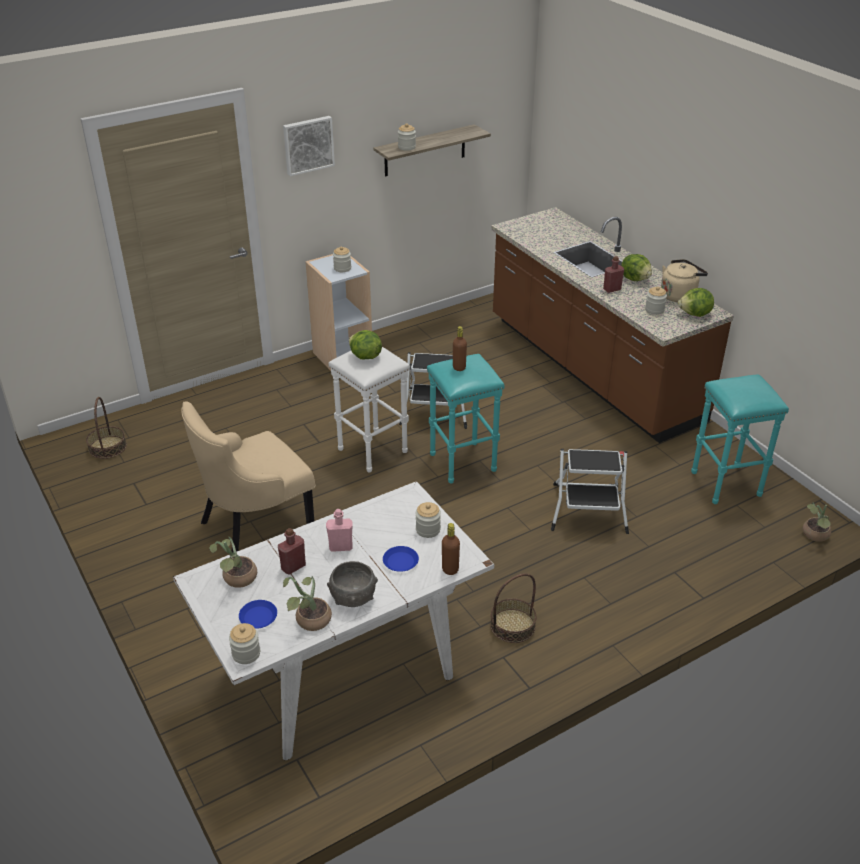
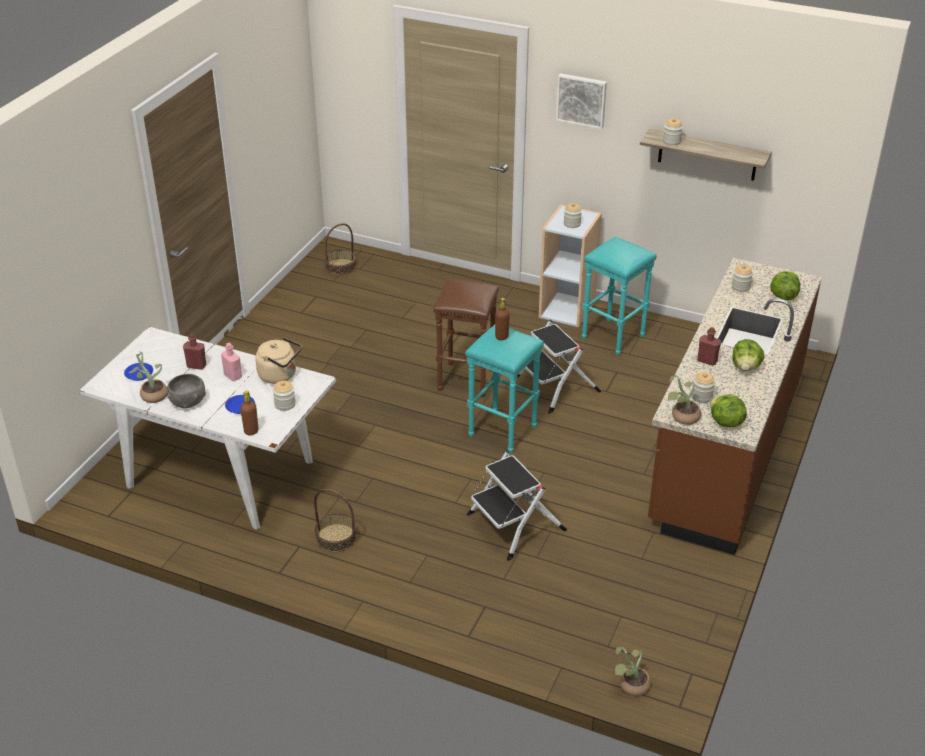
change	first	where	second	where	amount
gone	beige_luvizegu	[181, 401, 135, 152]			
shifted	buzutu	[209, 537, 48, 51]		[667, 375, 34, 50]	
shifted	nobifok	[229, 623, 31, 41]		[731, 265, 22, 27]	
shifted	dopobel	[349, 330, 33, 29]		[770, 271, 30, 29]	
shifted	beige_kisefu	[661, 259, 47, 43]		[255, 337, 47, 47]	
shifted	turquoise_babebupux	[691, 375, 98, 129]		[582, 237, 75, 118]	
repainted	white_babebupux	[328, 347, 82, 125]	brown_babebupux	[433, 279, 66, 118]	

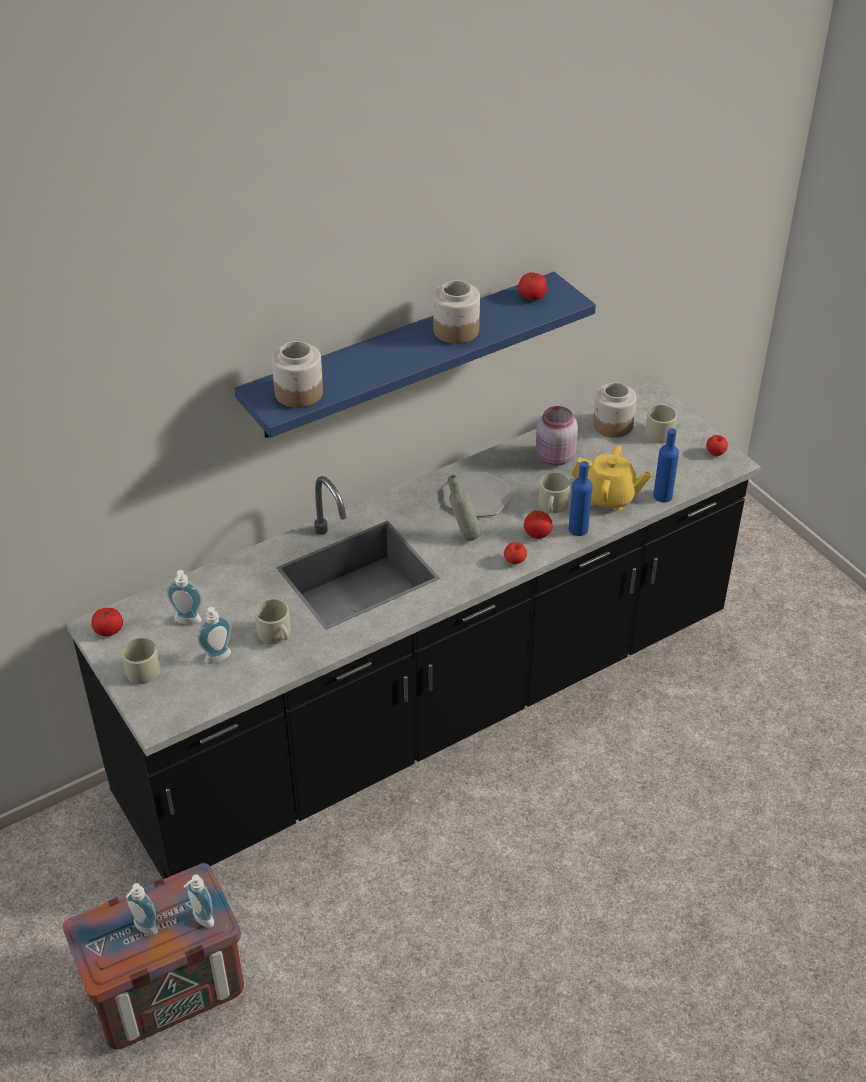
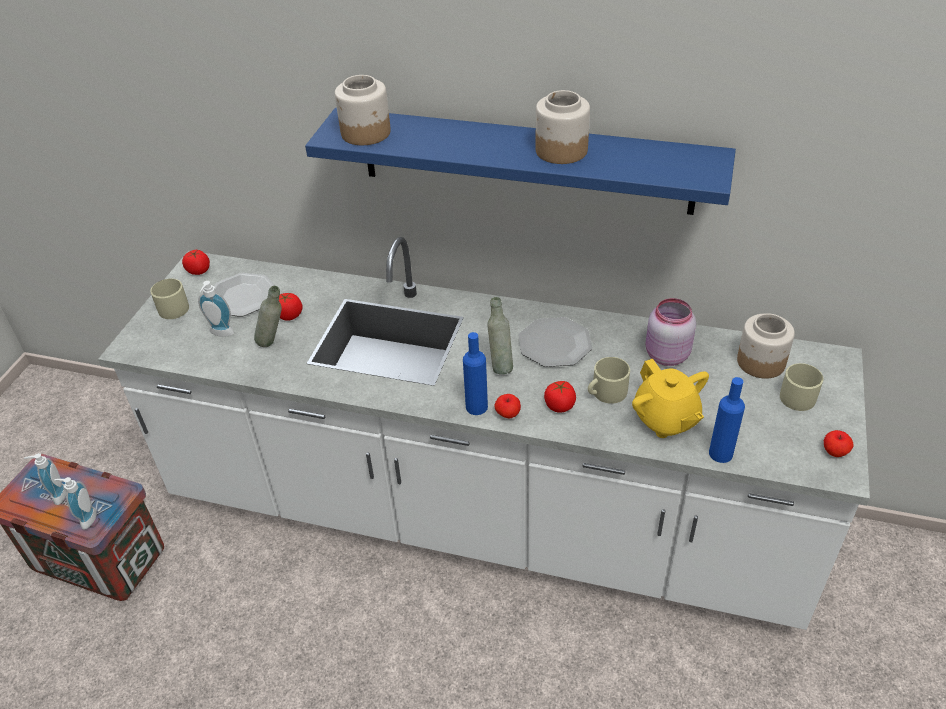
change	first	where	second	where	amount
shifted	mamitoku	[518, 273, 29, 27]		[279, 293, 23, 28]	
shifted	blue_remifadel	[569, 461, 24, 75]		[463, 332, 25, 83]	
swapped	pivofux	[166, 570, 36, 55]	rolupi	[214, 273, 61, 44]	
swapped	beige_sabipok	[255, 599, 36, 45]	grey_remifadel	[254, 286, 28, 61]	
repainted	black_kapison	[66, 380, 695, 499]	white_kapison	[98, 237, 772, 393]	

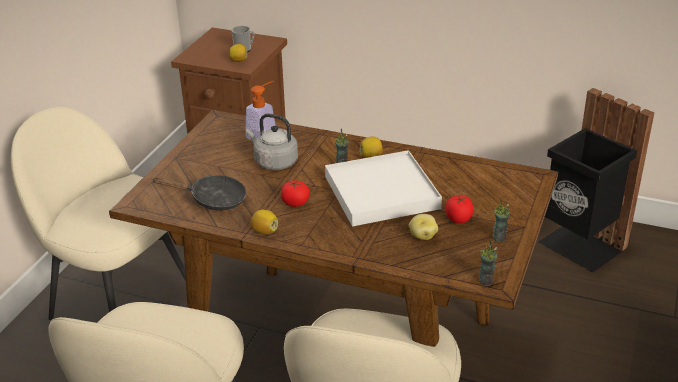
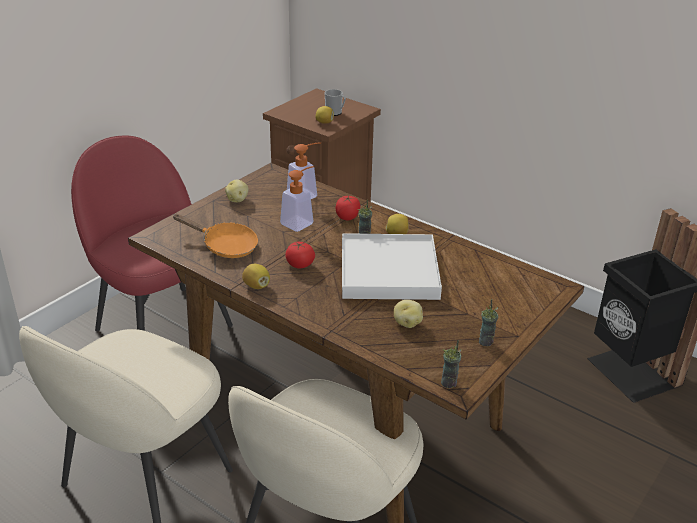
change	first	where	second	where	amount
new			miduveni	[225, 180, 24, 22]	
shifted	mamitoku	[445, 195, 28, 28]		[336, 196, 24, 24]	
swapped	grey_kisefu	[246, 114, 52, 56]	pivofux	[280, 166, 34, 66]	
repainted	beige_luvizegu	[11, 107, 175, 213]	red_luvizegu	[71, 135, 162, 196]	
repainted	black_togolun	[153, 175, 93, 35]	orange_togolun	[172, 214, 86, 44]	

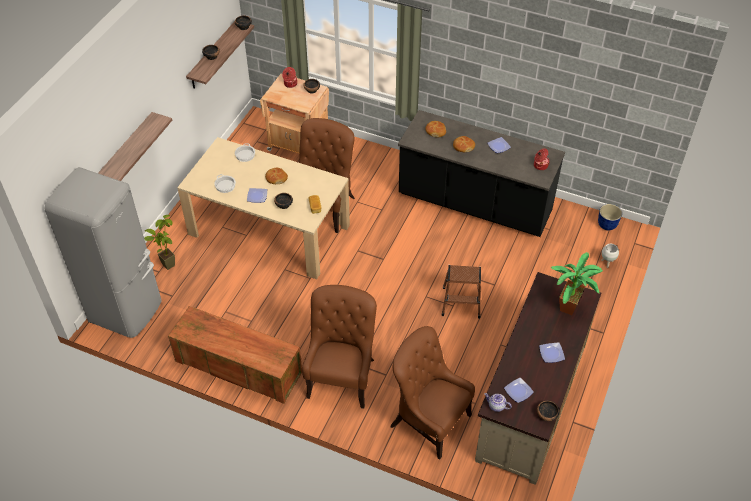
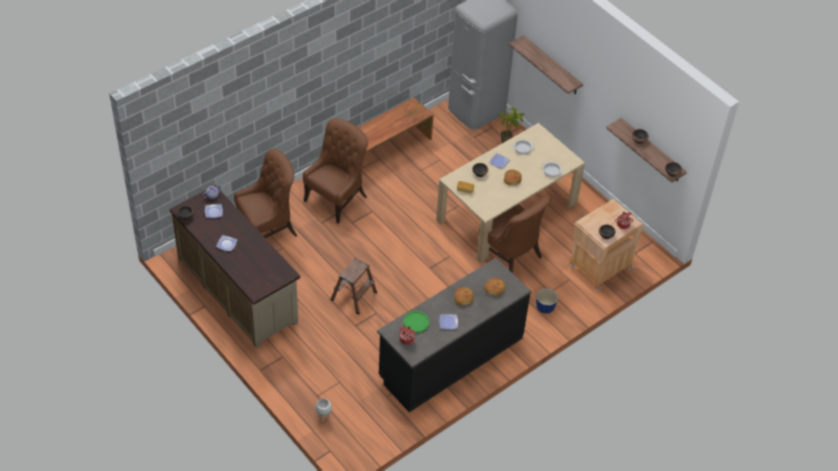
change	first	where	second	where	amount
gone	buzutu	[551, 252, 52, 63]			
new			green_rolupi	[403, 311, 26, 22]	
shifted	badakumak	[598, 204, 24, 26]		[536, 288, 22, 26]	
rotated	brown_luvizegu	[302, 285, 75, 124]		[303, 118, 65, 106]	90 degrees counterclockwise

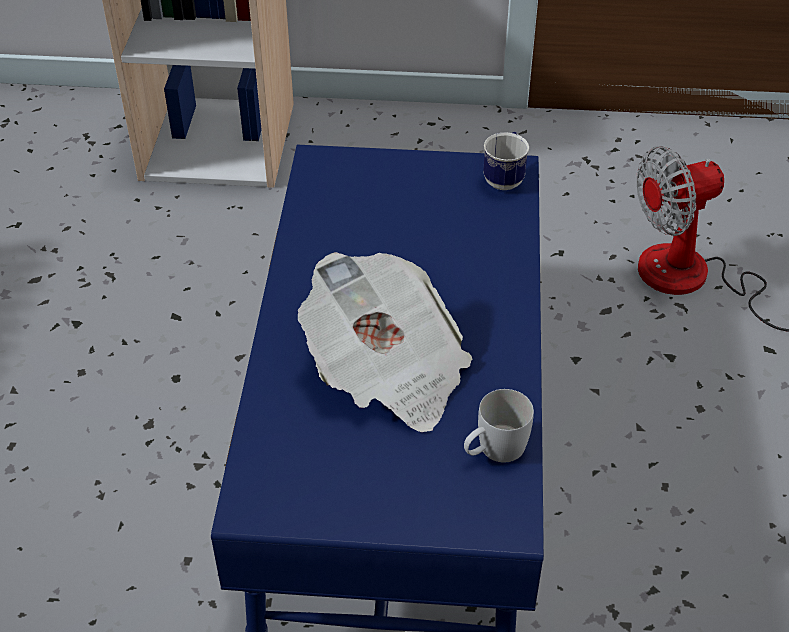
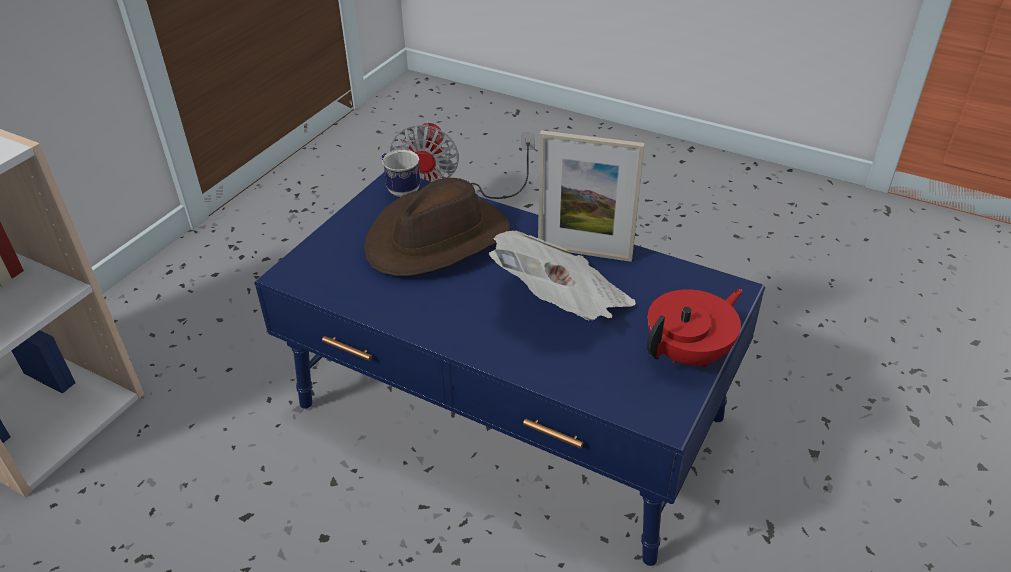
change	first	where	second	where	amount
gone	white_sabipok	[464, 389, 70, 73]			
new			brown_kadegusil	[363, 178, 147, 99]	
new			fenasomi	[538, 130, 107, 132]	
new			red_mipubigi	[647, 289, 95, 79]	

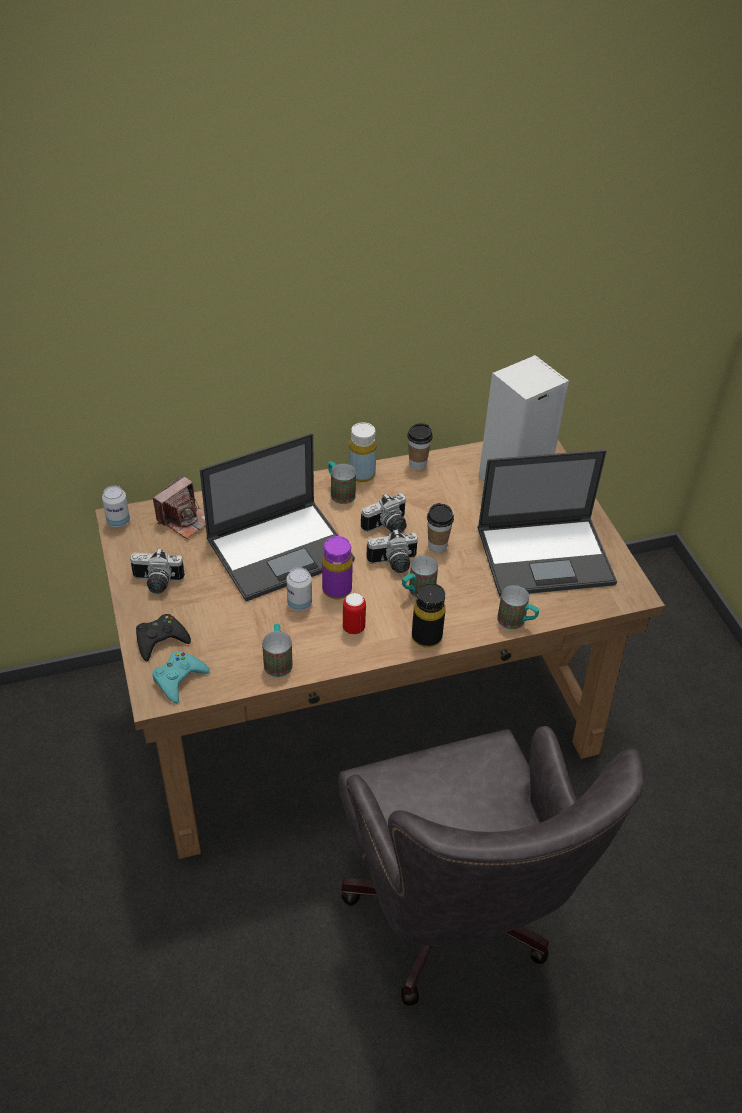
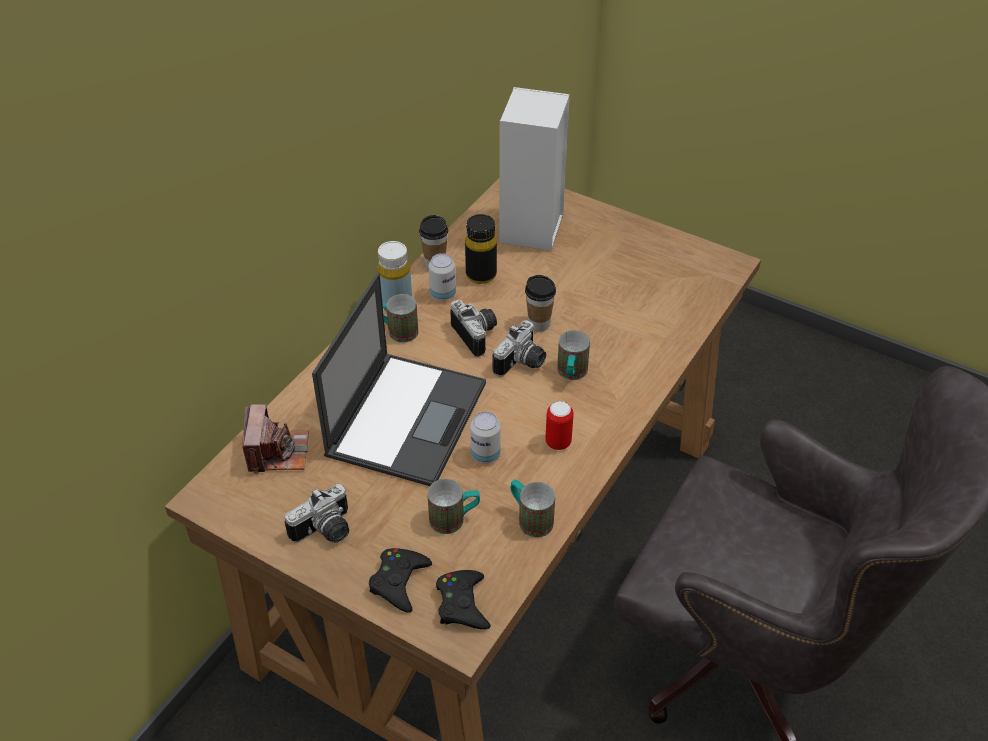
change	first	where	second	where	amount
gone	purple_remifadel	[322, 536, 31, 63]			
gone	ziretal	[477, 450, 140, 147]			
shifted	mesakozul	[102, 486, 28, 41]		[429, 253, 27, 48]	
shifted	black_remifadel	[412, 583, 33, 65]		[465, 214, 32, 70]	
shifted	sabipok	[497, 585, 42, 45]		[427, 479, 53, 55]	
repainted	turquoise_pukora	[152, 651, 58, 52]	black_pukora	[436, 570, 55, 59]	
rotated	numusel	[361, 493, 46, 40]		[450, 300, 47, 57]	45 degrees counterclockwise

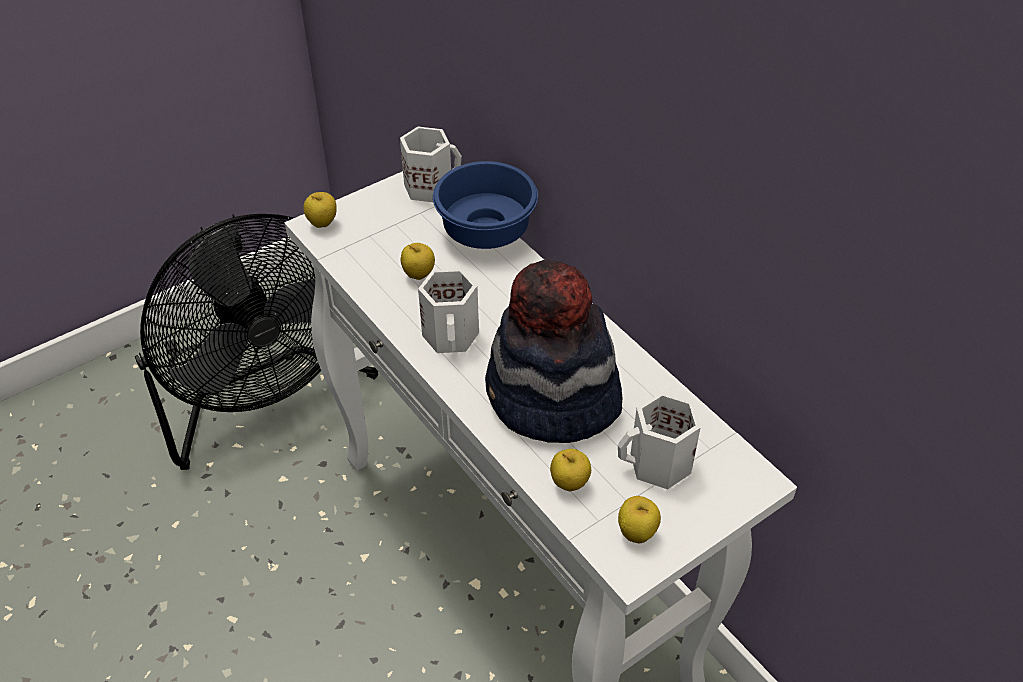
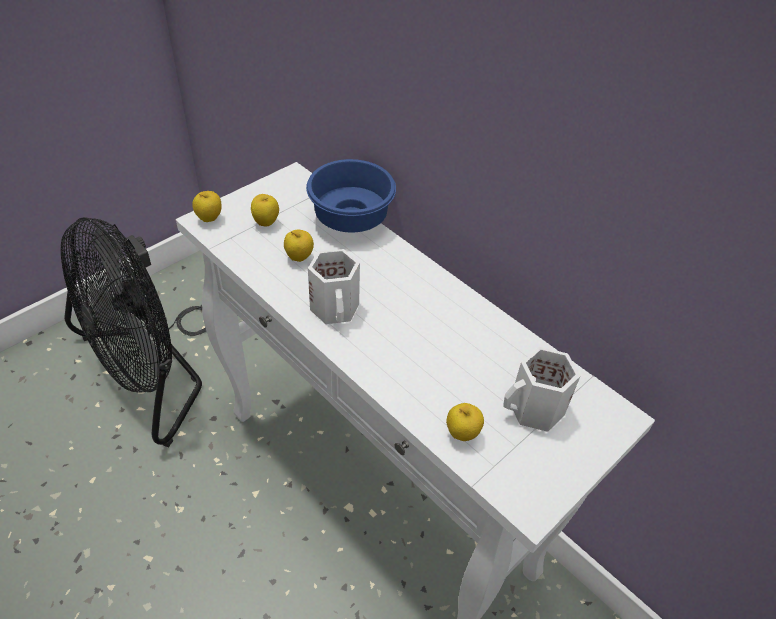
change	first	where	second	where	amount
gone	white_sabipok	[400, 127, 62, 75]			
gone	kadegusil	[485, 259, 137, 184]			
shifted	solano	[618, 496, 43, 48]		[251, 194, 28, 33]	
rotated	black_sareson	[135, 214, 243, 256]		[61, 217, 145, 230]	90 degrees clockwise

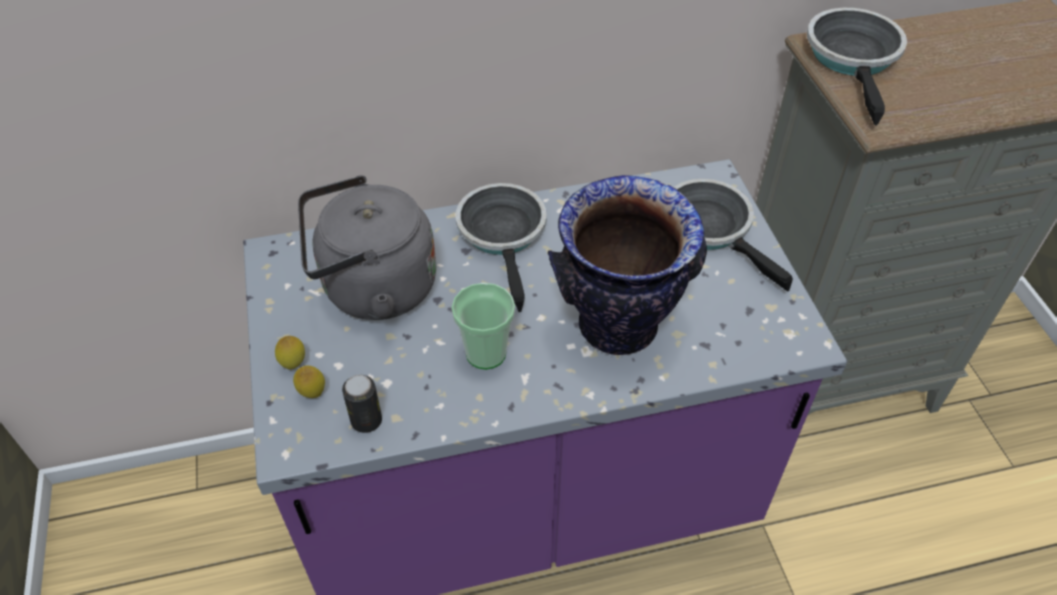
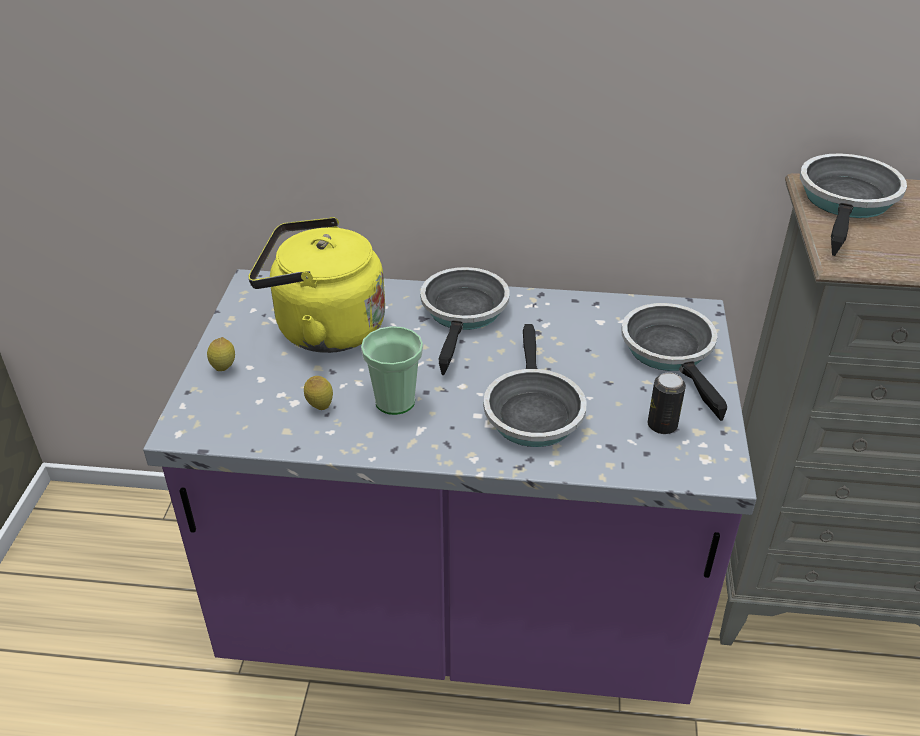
change	first	where	second	where	amount
shifted	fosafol	[293, 366, 32, 32]		[304, 376, 29, 34]	
shifted	mesakozul	[342, 375, 40, 58]		[648, 372, 38, 62]	
swapped	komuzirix	[548, 175, 159, 180]	togolun	[483, 324, 104, 123]	
repainted	grey_kisefu	[298, 175, 138, 145]	yellow_kisefu	[248, 217, 137, 136]	

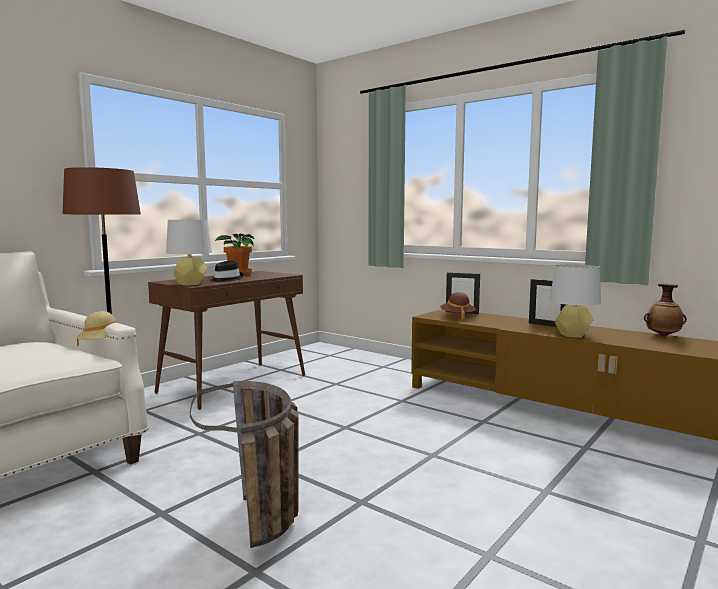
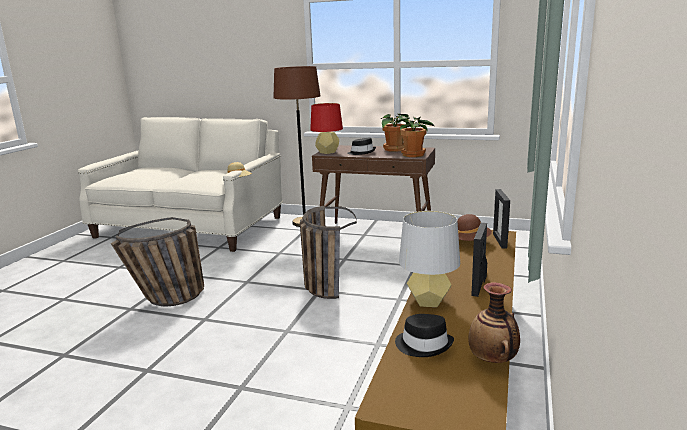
change	first	where	second	where	amount
new			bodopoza	[300, 206, 57, 93]	
new			black_kadegusil	[395, 314, 59, 43]	
new			buzutu	[397, 117, 39, 40]	
repainted	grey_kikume	[166, 220, 46, 66]	red_kikume	[310, 103, 33, 51]	

